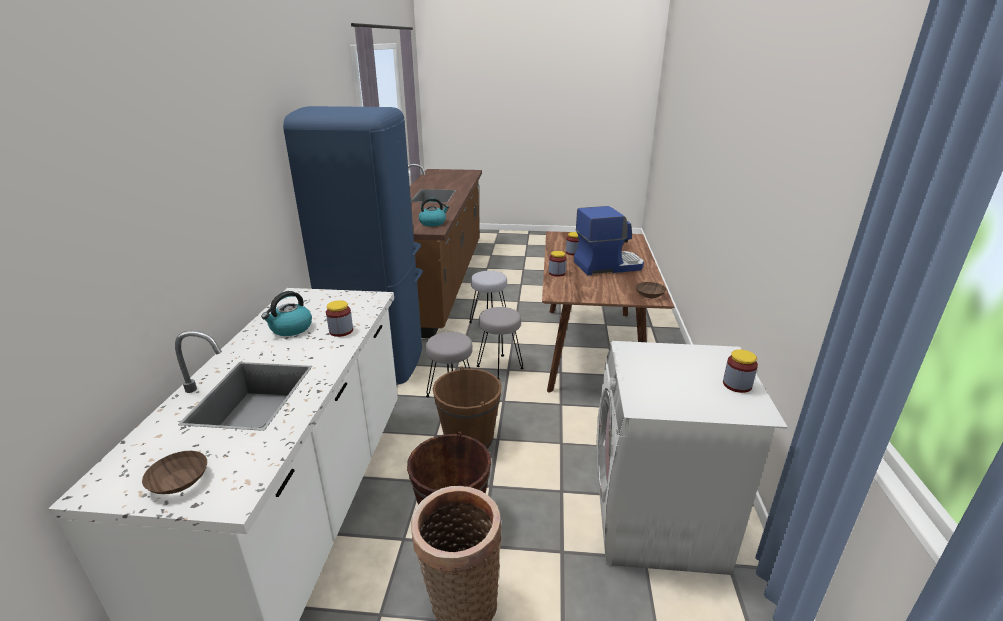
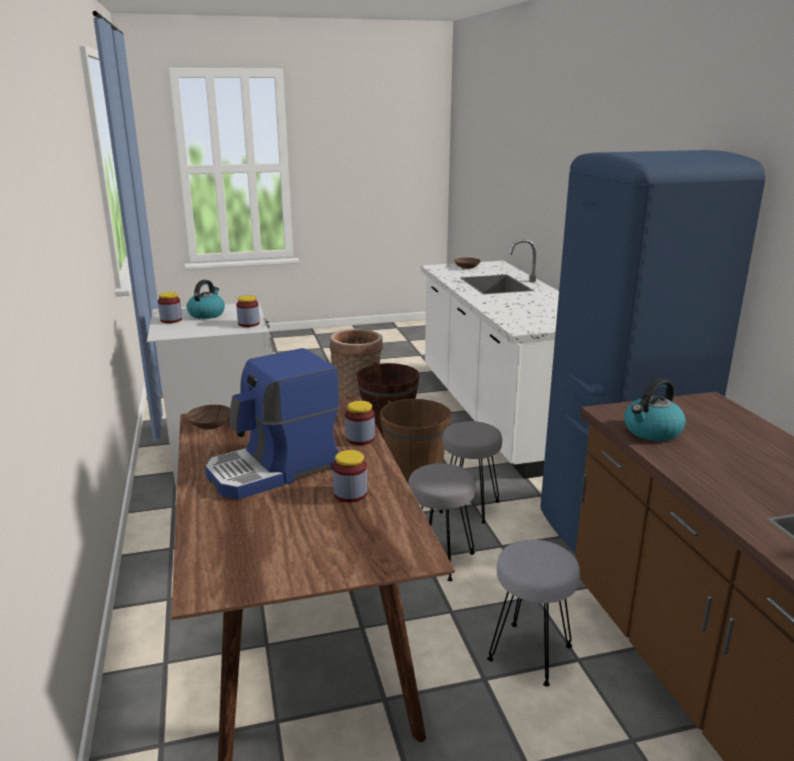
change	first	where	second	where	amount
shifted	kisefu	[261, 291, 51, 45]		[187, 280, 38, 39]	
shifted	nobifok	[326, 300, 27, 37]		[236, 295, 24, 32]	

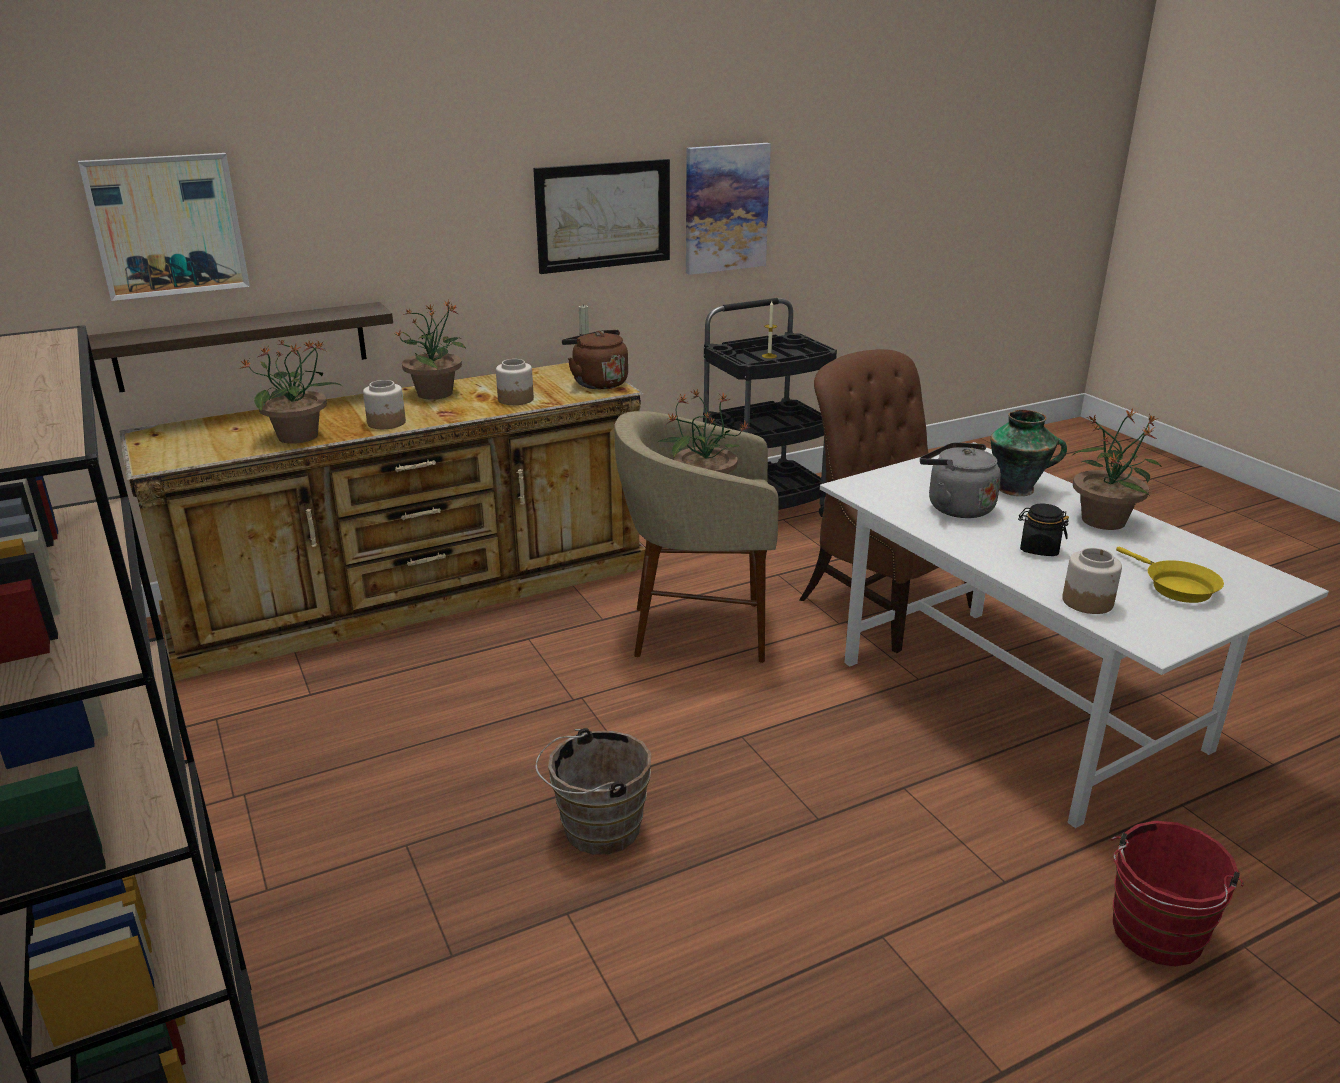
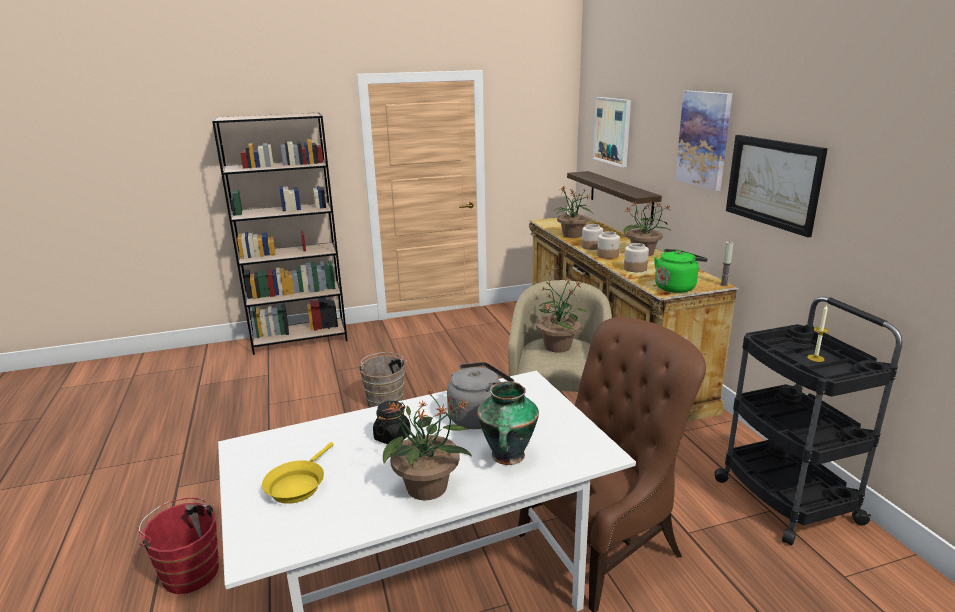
change	first	where	second	where	amount
shifted	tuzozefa	[686, 143, 85, 132]		[675, 91, 57, 100]	
shifted	nobifok	[1062, 548, 60, 66]		[597, 231, 23, 28]	
repainted	brown_kisefu	[562, 330, 66, 59]	green_kisefu	[654, 249, 54, 44]	
rotated	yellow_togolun	[1116, 547, 108, 56]		[262, 442, 72, 62]	60 degrees counterclockwise

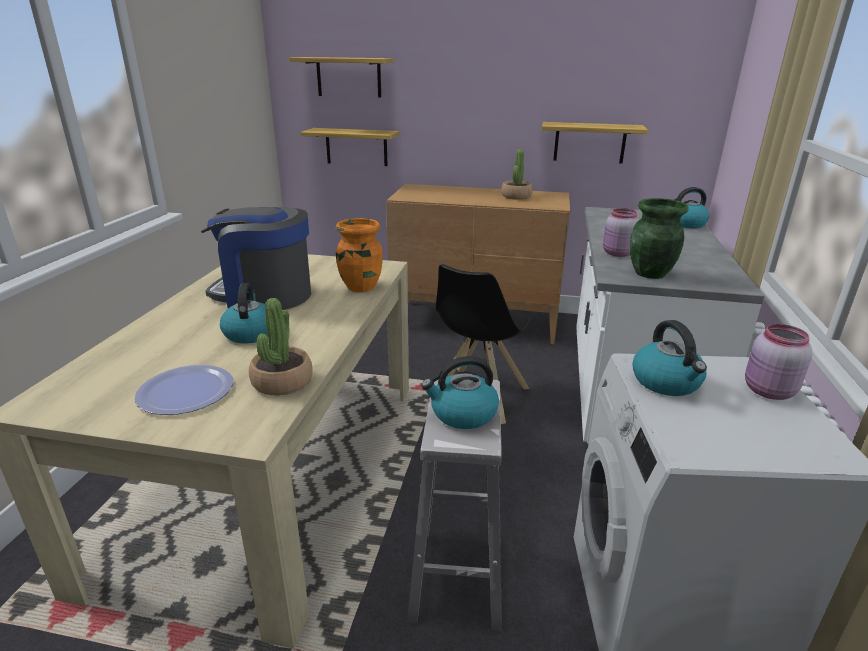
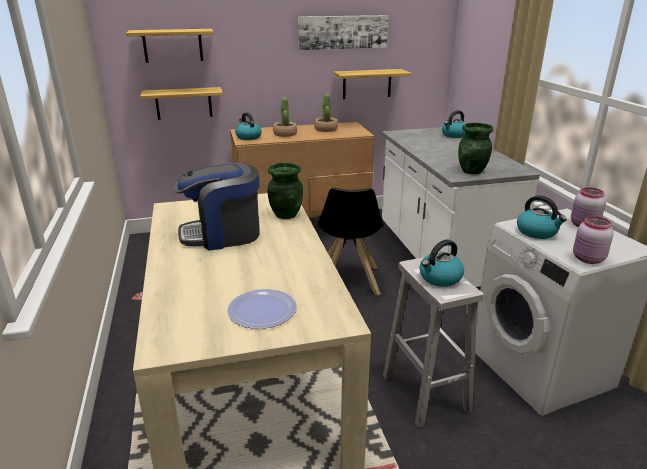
change	first	where	second	where	amount
new			tuzozefa	[298, 15, 90, 35]	
shifted	kisefu	[220, 283, 48, 60]		[235, 112, 27, 28]	
shifted	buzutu	[249, 298, 64, 97]		[273, 97, 24, 40]	
shifted	pink_nobifok	[603, 208, 36, 49]		[573, 216, 40, 48]	
repainted	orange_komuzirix	[336, 218, 47, 74]	green_komuzirix	[267, 162, 36, 57]	

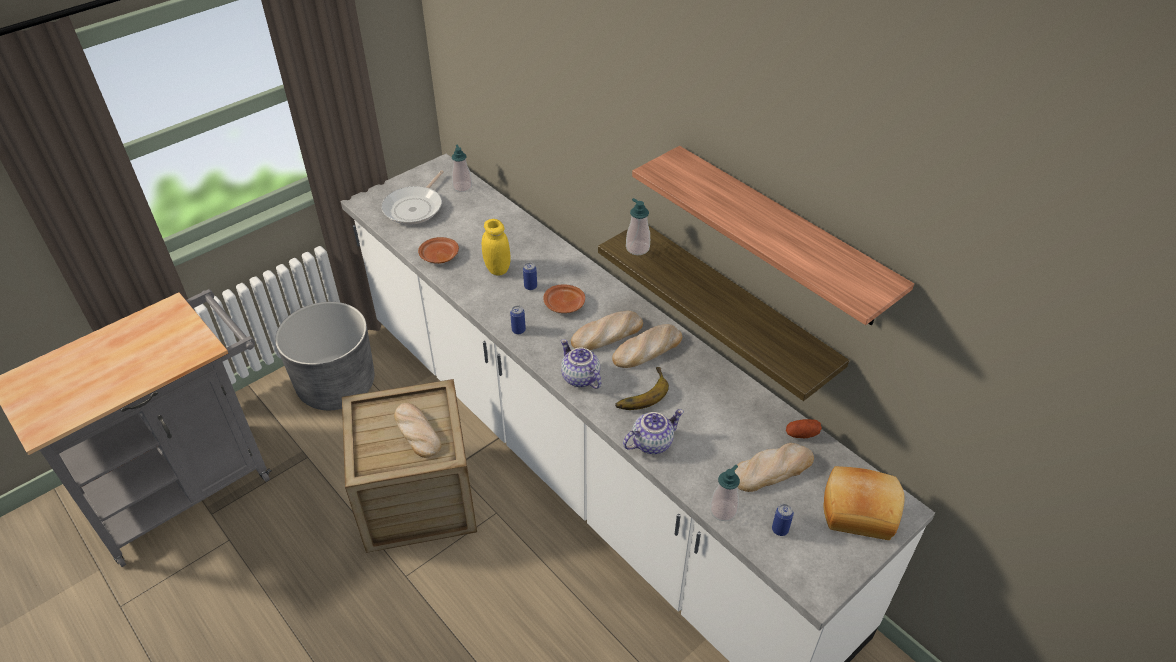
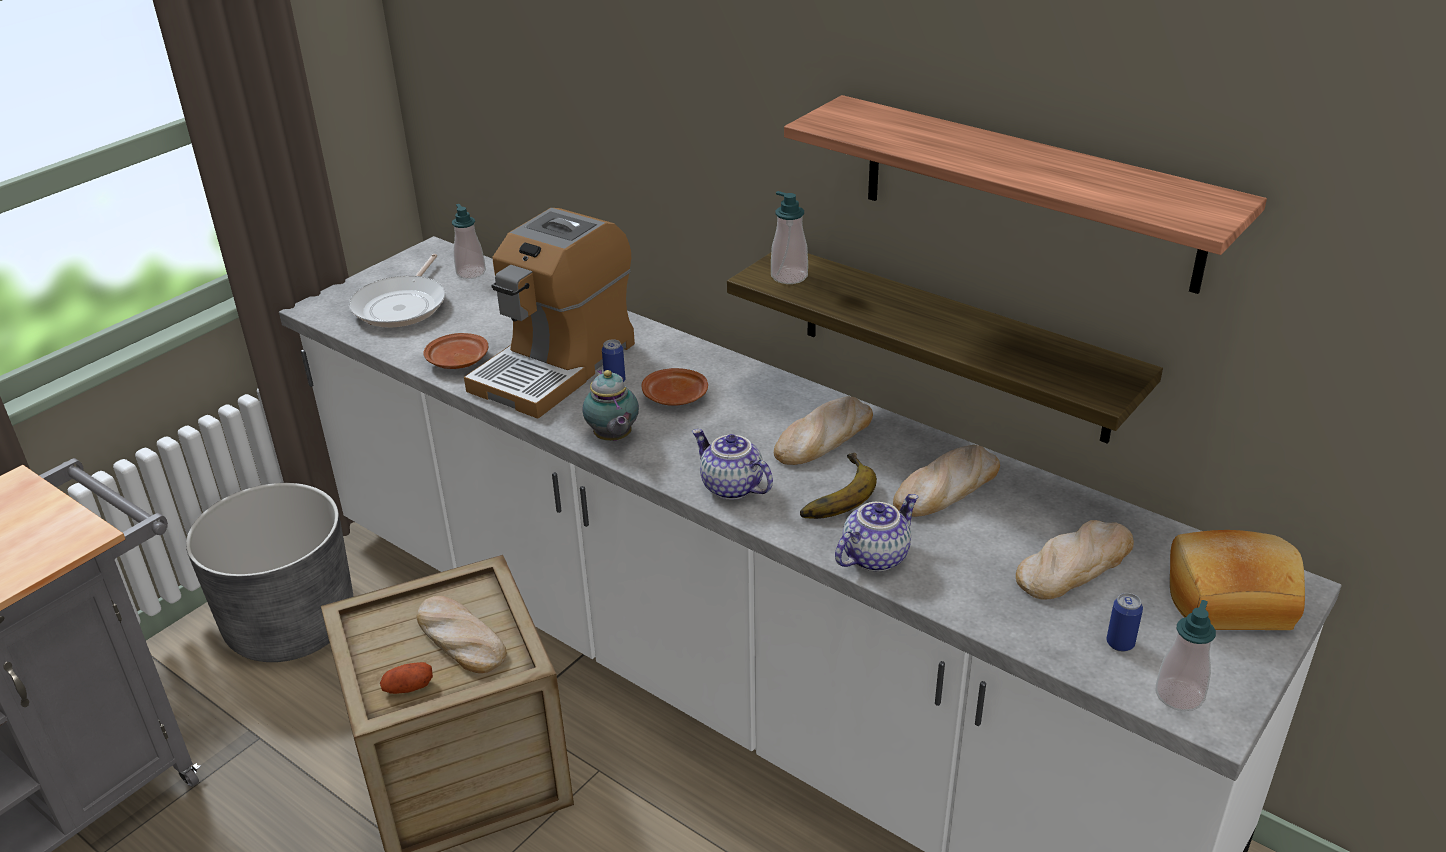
change	first	where	second	where	amount
shifted	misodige	[571, 311, 72, 39]		[893, 445, 107, 72]	
shifted	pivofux	[710, 464, 30, 57]		[1156, 600, 60, 111]	
shifted	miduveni	[786, 419, 36, 19]		[380, 662, 53, 32]	
swapped	yellow_nobifok	[482, 219, 29, 57]	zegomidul	[464, 208, 171, 211]	
swapped	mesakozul	[510, 305, 16, 29]	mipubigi	[582, 369, 57, 72]	

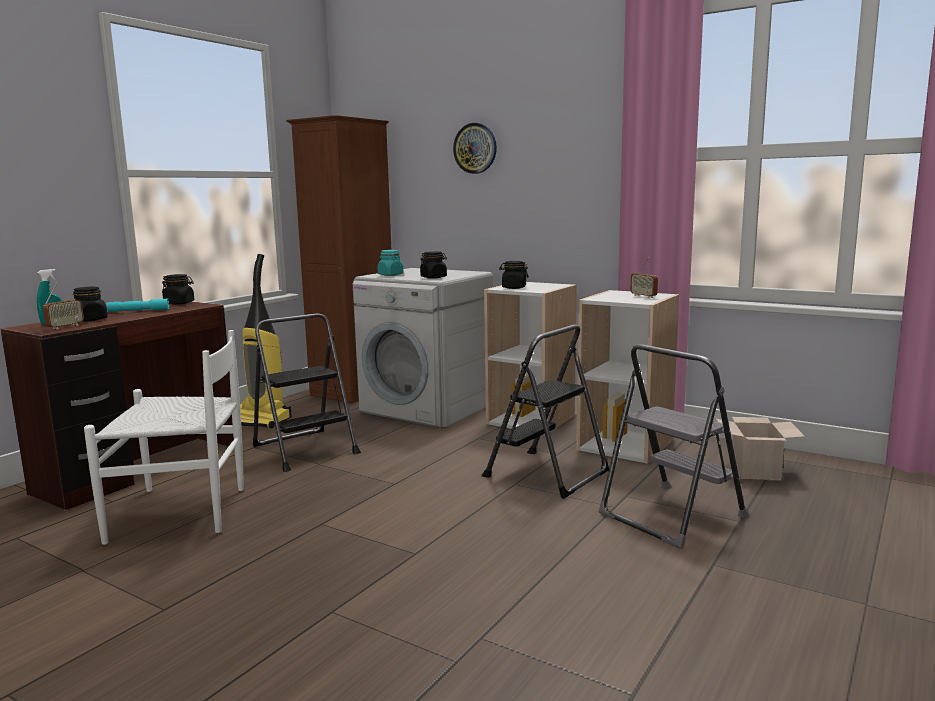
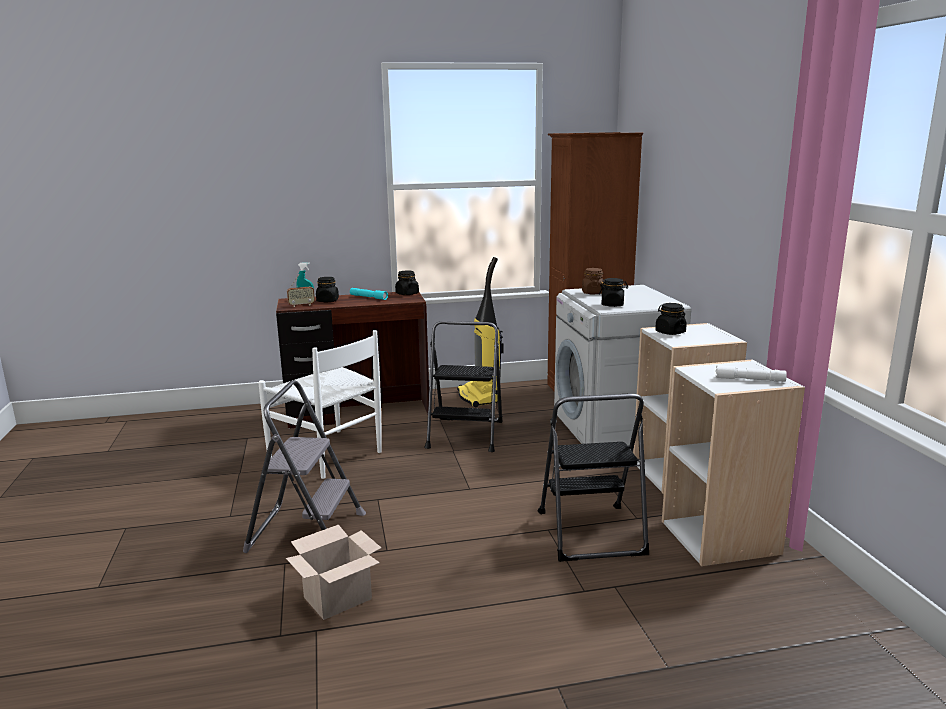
change	first	where	second	where	amount
gone	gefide	[453, 123, 44, 51]			
shifted	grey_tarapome	[599, 344, 151, 205]		[243, 380, 123, 173]	
shifted	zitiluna	[716, 417, 89, 63]		[286, 525, 95, 95]	
swapped	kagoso	[630, 257, 28, 41]	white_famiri	[715, 365, 72, 17]	
repainted	turquoise_nobifok	[377, 250, 26, 26]	brown_nobifok	[582, 268, 22, 26]	

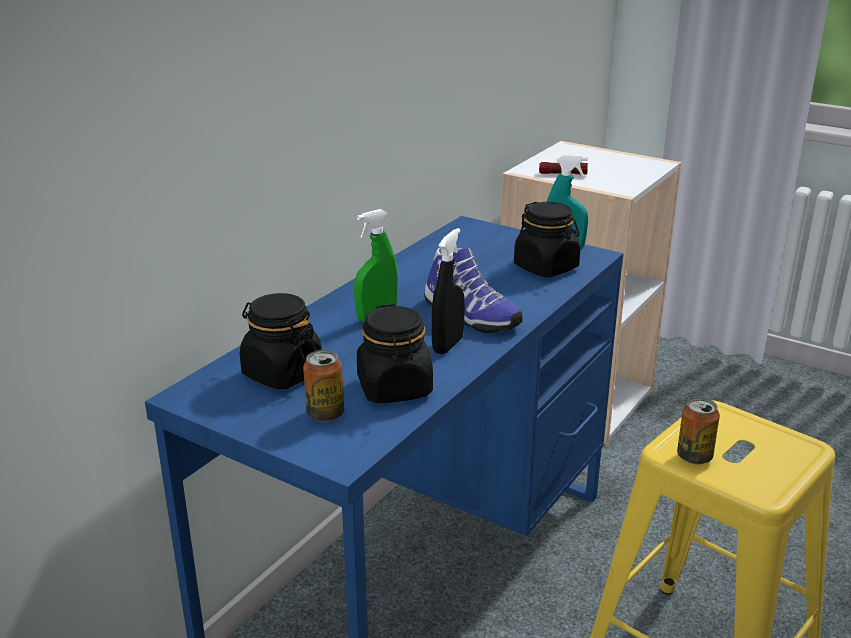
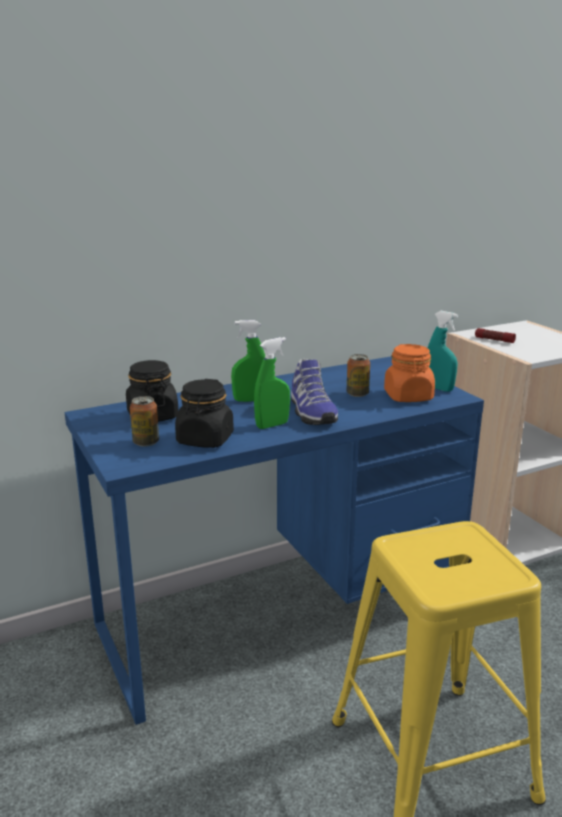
change	first	where	second	where	amount
shifted	mesakozul	[677, 397, 43, 67]		[347, 354, 23, 43]	
repainted	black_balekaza	[432, 228, 33, 126]	green_balekaza	[254, 337, 36, 92]	
repainted	black_nobifok	[514, 202, 67, 75]	orange_nobifok	[384, 344, 51, 58]	

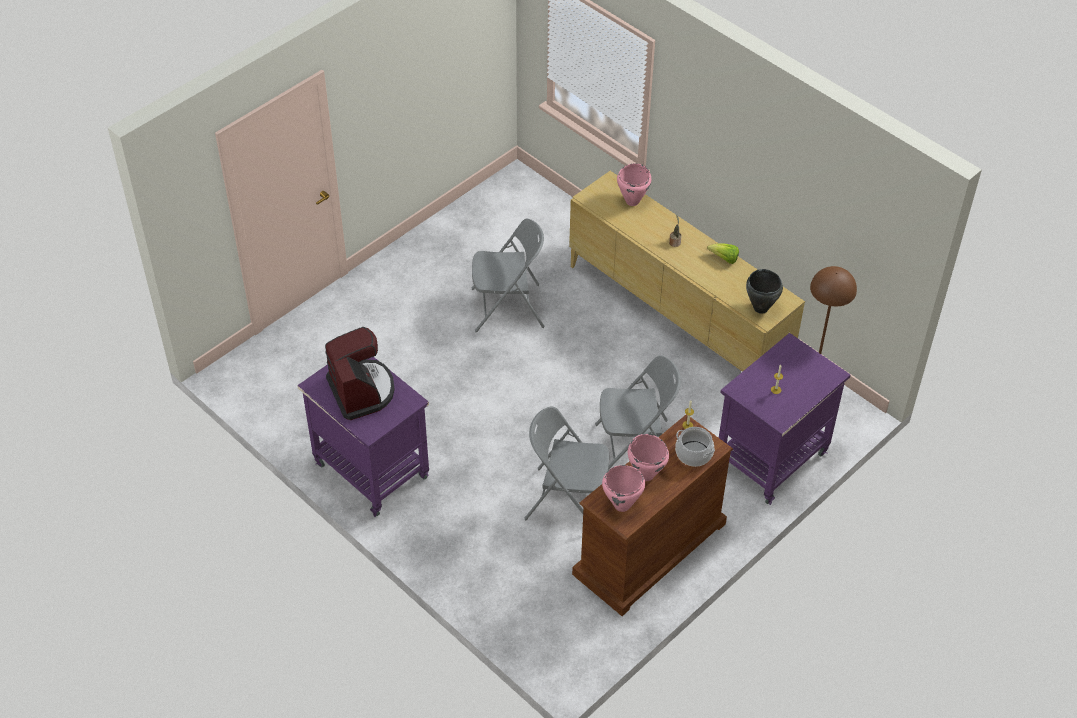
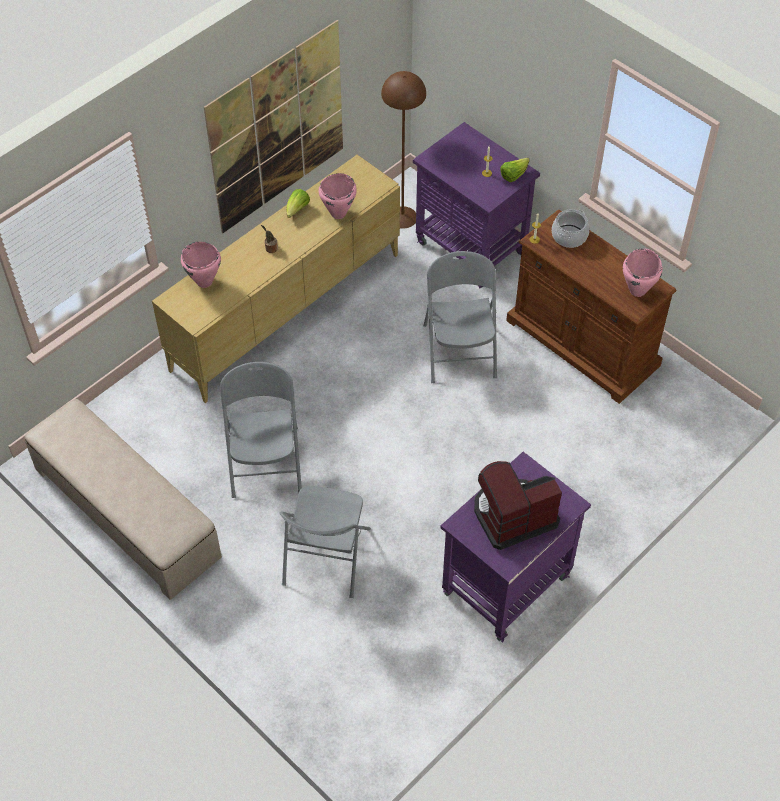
change	first	where	second	where	amount
gone	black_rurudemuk	[746, 269, 37, 45]			
new			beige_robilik	[25, 399, 197, 201]	
new			tuzozefa	[204, 20, 139, 214]	
new			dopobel	[500, 158, 30, 24]	
shifted	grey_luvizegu	[525, 407, 84, 113]		[280, 486, 91, 112]	
shifted	pink_rurudemuk	[628, 434, 41, 47]		[319, 173, 38, 46]	

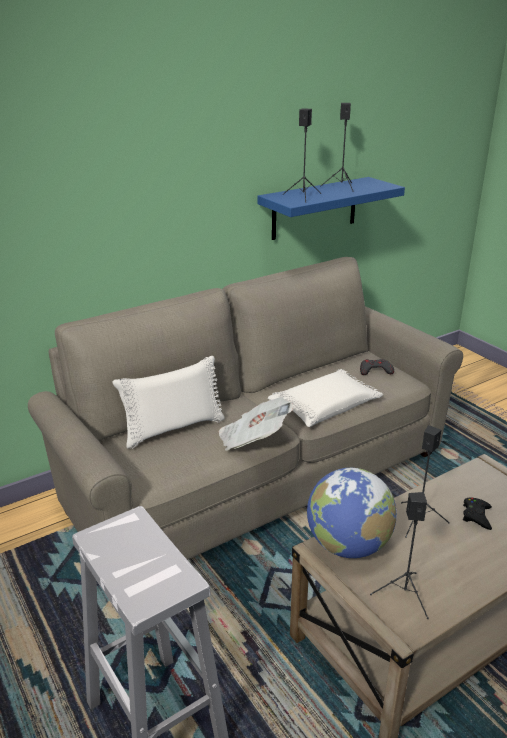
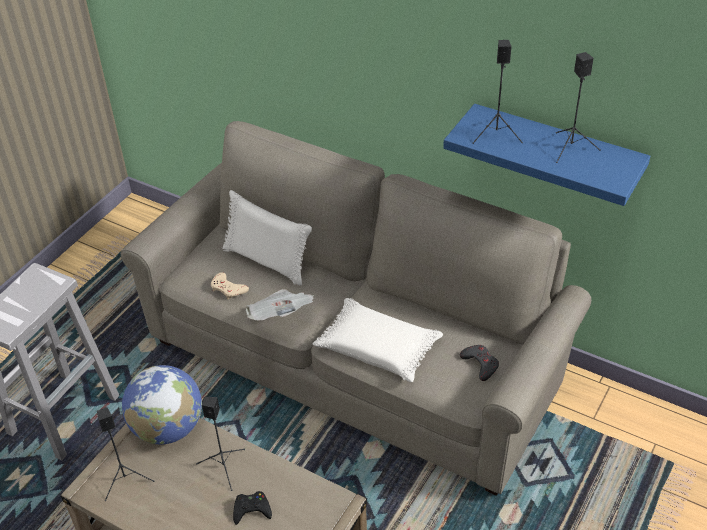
change	first	where	second	where	amount
new			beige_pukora	[211, 272, 38, 28]	

